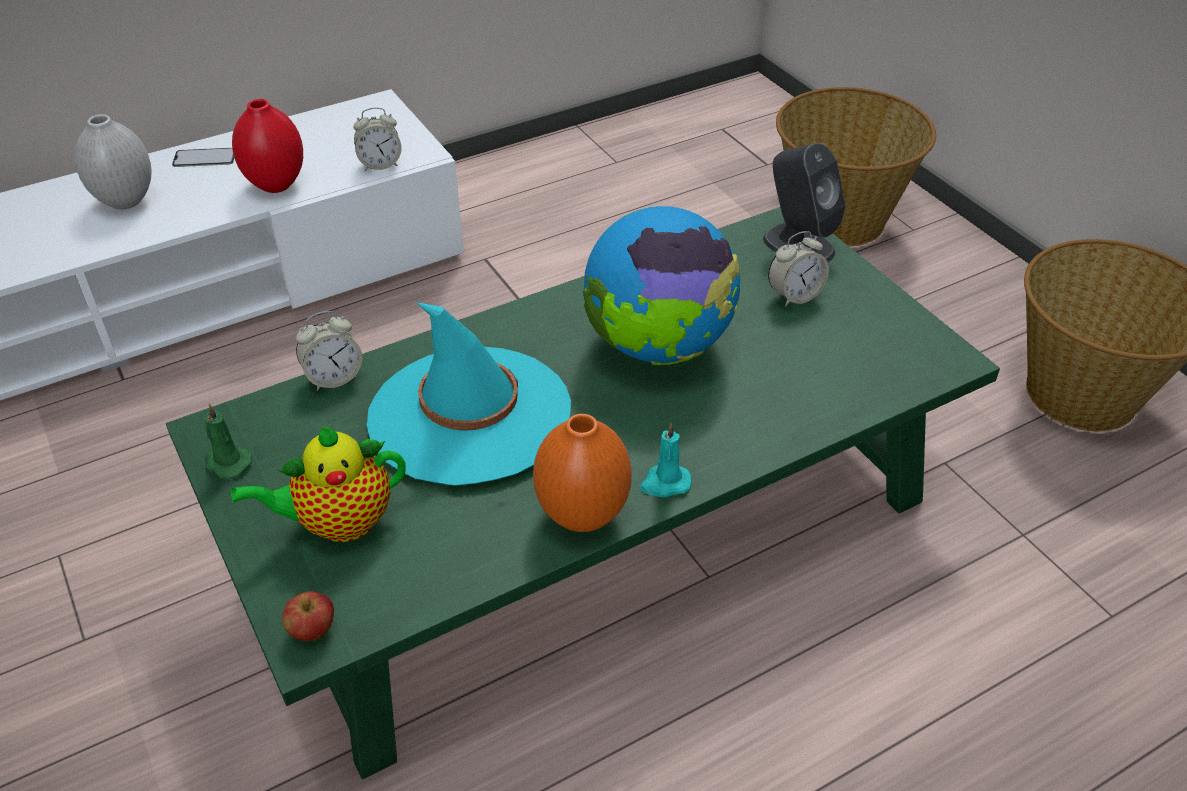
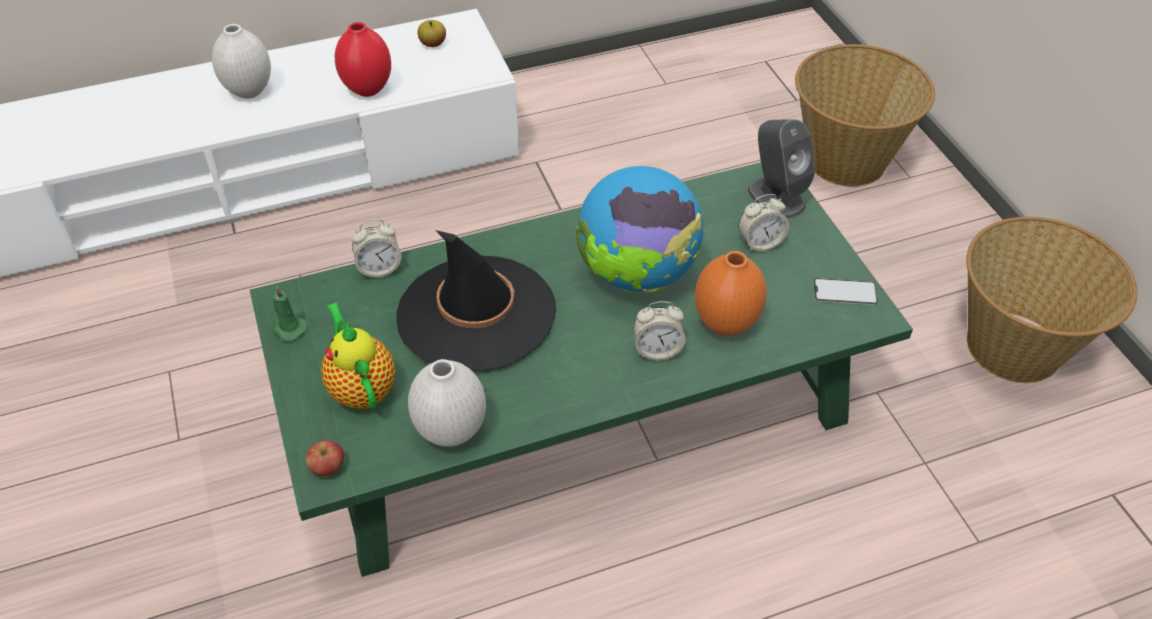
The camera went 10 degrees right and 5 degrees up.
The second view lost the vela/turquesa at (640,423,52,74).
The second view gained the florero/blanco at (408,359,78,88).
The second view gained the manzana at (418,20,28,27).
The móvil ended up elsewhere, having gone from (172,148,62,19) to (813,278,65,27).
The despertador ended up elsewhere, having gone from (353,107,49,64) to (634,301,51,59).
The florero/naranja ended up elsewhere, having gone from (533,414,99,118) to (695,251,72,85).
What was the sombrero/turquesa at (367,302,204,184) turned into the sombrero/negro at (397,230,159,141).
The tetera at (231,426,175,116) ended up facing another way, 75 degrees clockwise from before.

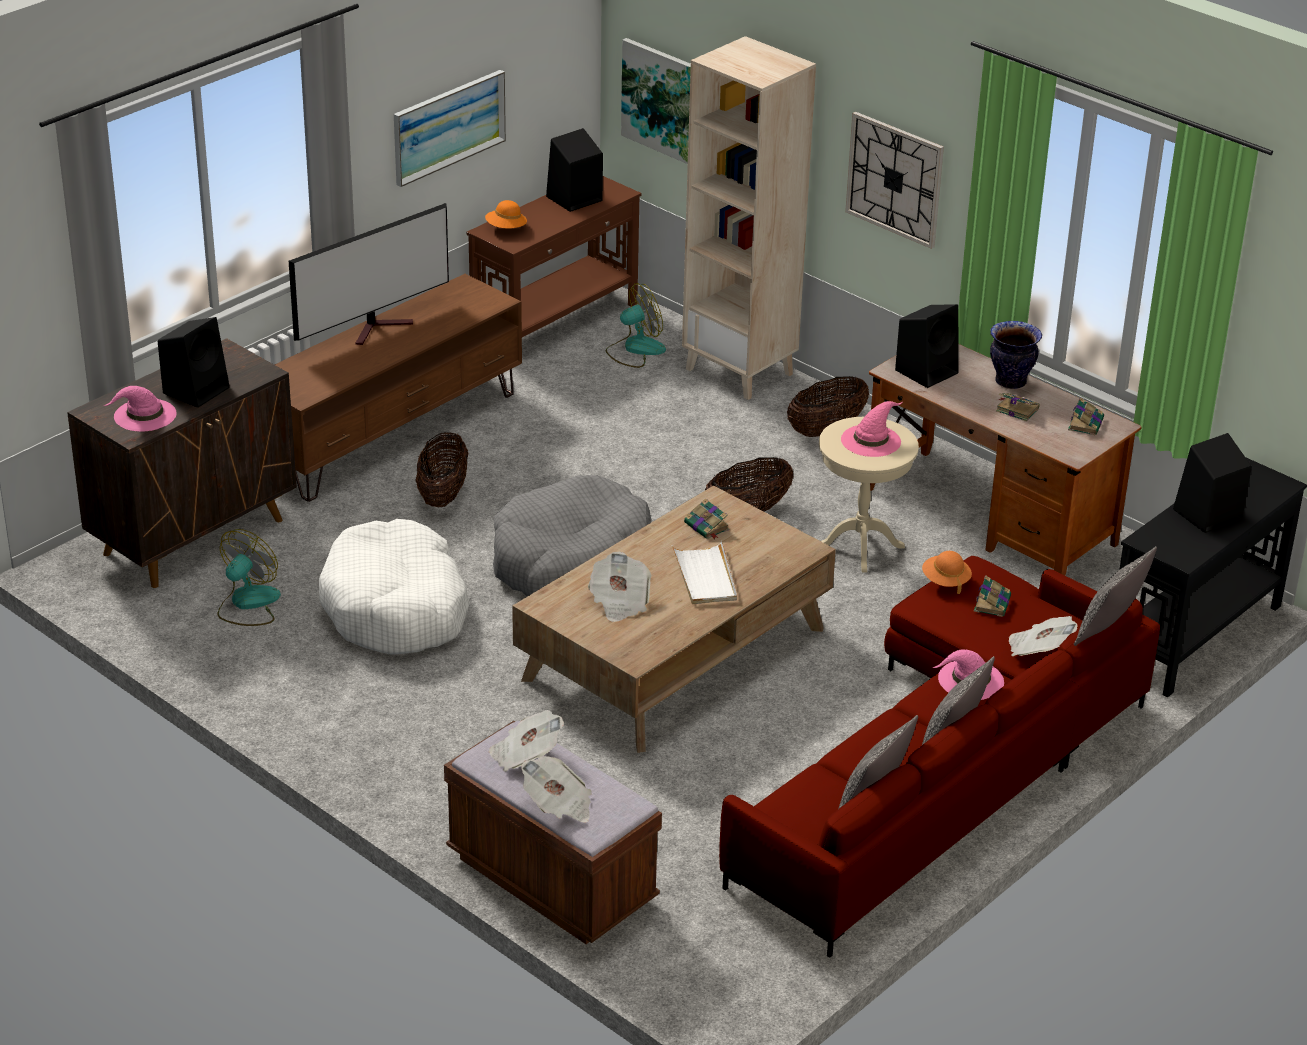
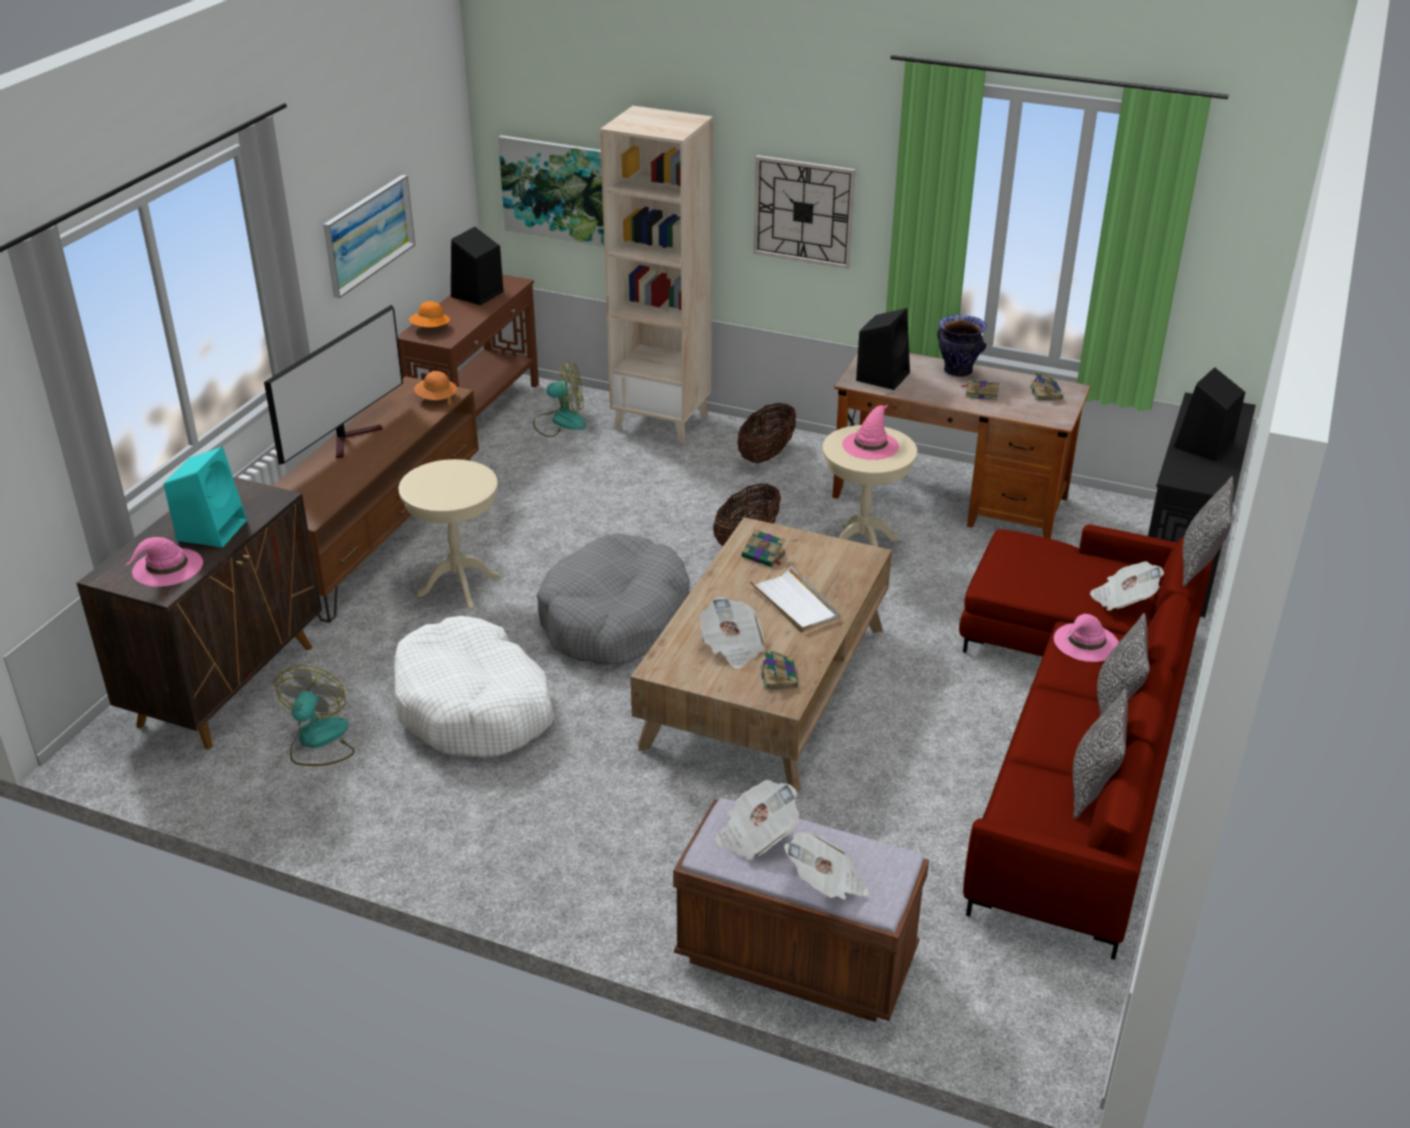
The camera went 20 degrees left and 0 degrees up.
The sombrero/naranja ended up elsewhere, having gone from (922,551,50,43) to (414,371,43,34).
The libro ended up elsewhere, having gone from (974,575,37,42) to (761,648,37,42).
Where the cesta stood at (415,432,53,75), the mesa auxiliar/beis came to stand at (399,459,101,150).
What was the altavoz/negro at (158,317,72,91) turned into the altavoz/turquesa at (164,447,83,100).
The ventilador at (606,283,60,85) ended up facing another way, 45 degrees clockwise from before.

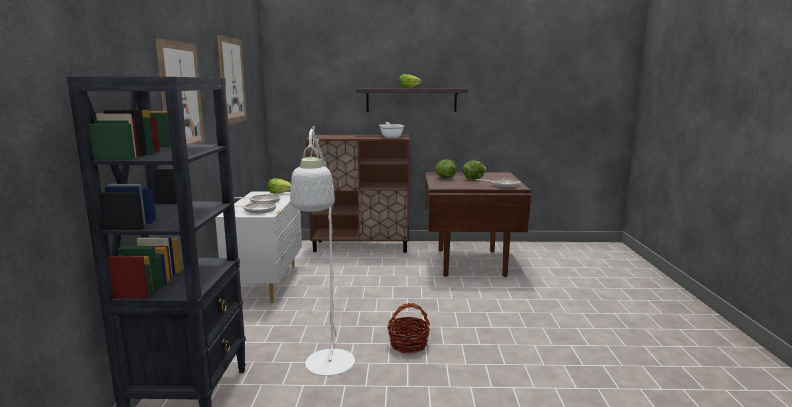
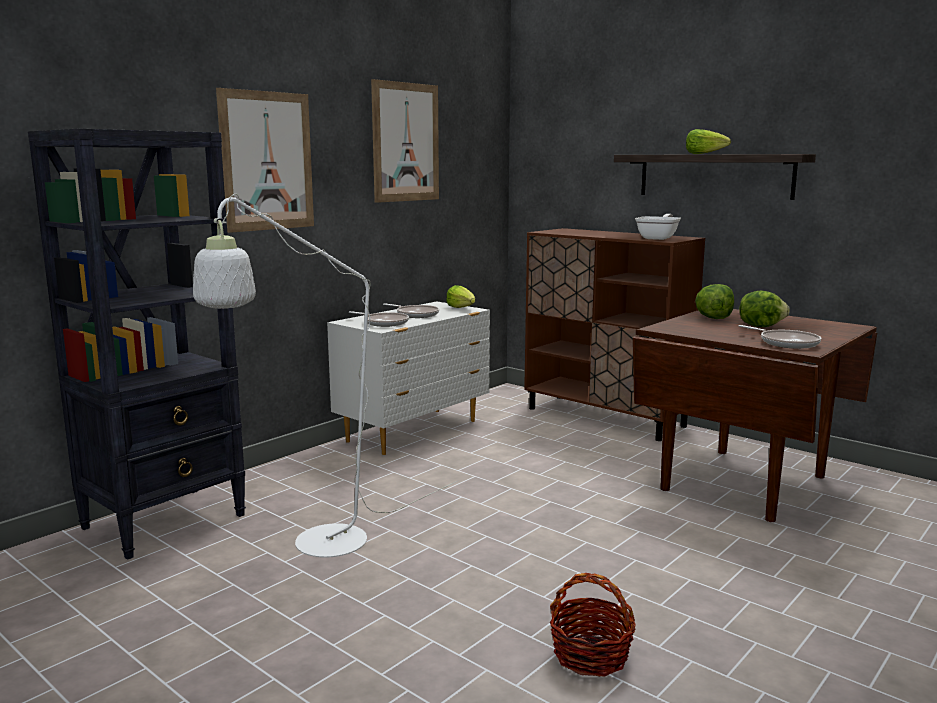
The camera went 40 degrees right and 0 degrees up.
The cesta ended up elsewhere, having gone from (387,303,43,50) to (550,573,86,104).

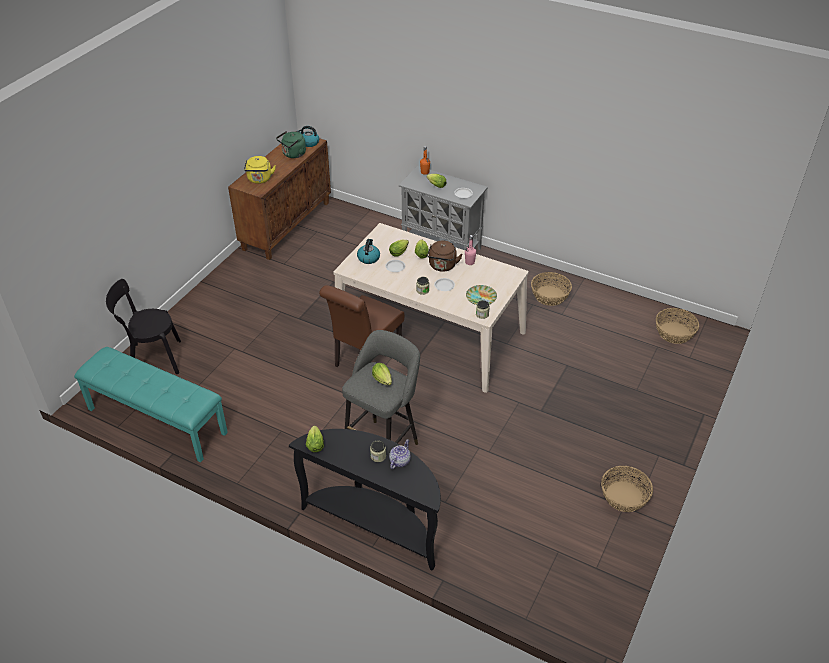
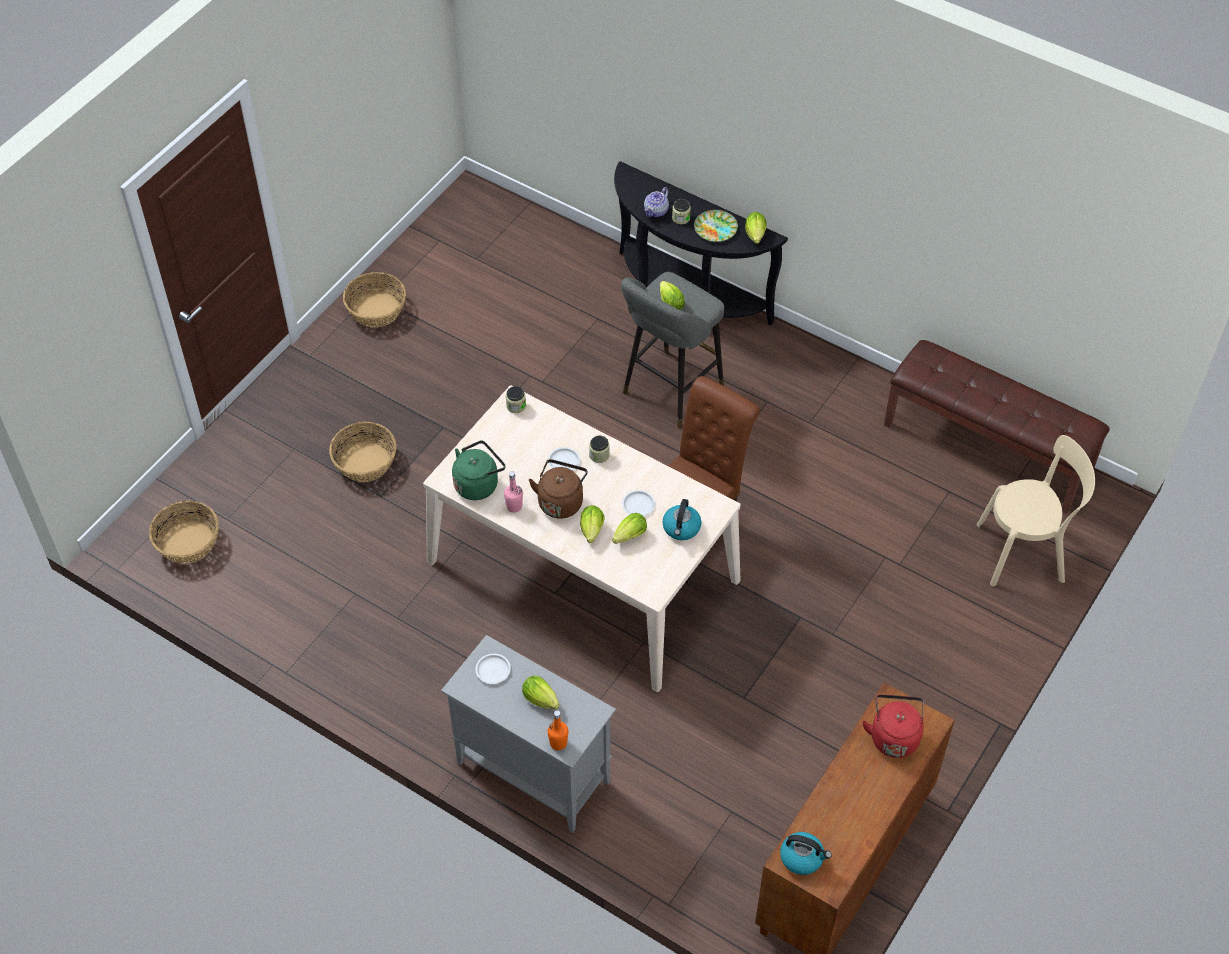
The camera went 175 degrees left and 10 degrees up.
The hervidor/verde ended up elsewhere, having gone from (276,131,30,27) to (452,440,53,60).
The plato ended up elsewhere, having gone from (466,285,31,20) to (694,210,44,32).
The cesta ended up elsewhere, having gone from (531,272,41,34) to (329,422,68,60).
What was the banco/turquesa at (74,347,154,115) turned into the banco/marrón at (884,340,226,174).
What was the silla/negro at (106,279,75,95) turned into the silla/beis at (977,435,118,151).
What was the hervidor/amarillo at (244,156,32,28) turned into the hervidor/rojo at (862,694,62,64).

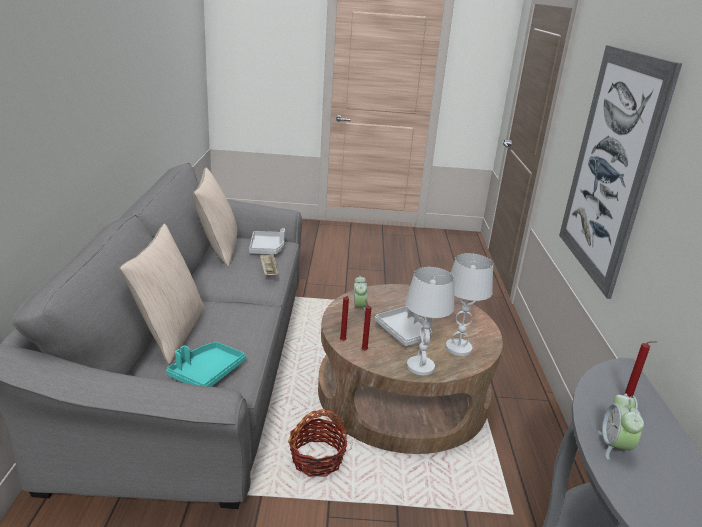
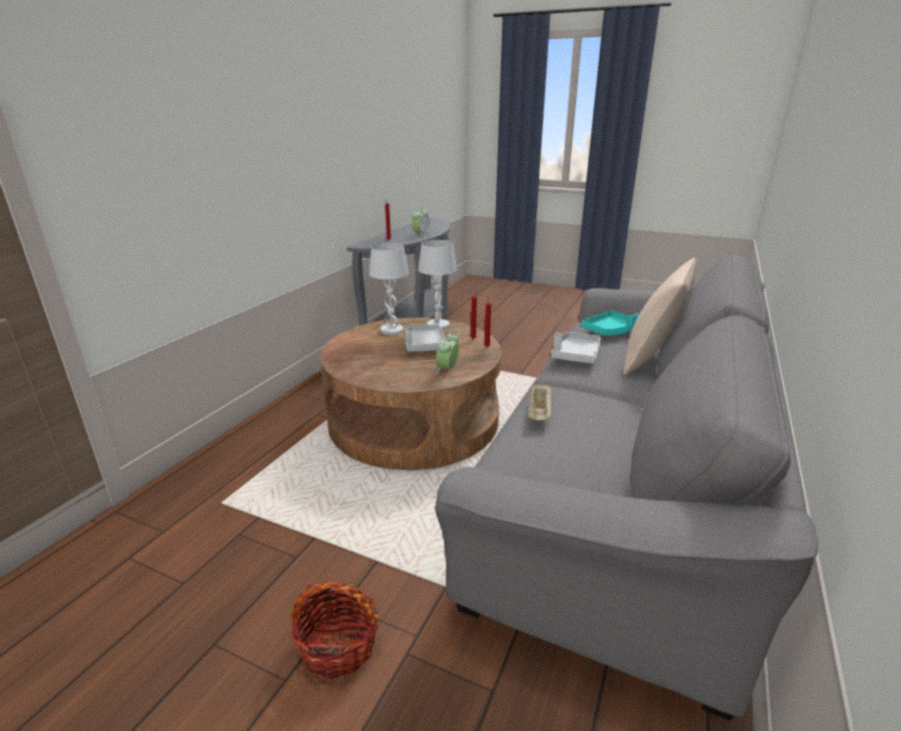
The camera went 155 degrees left and 0 degrees up.
The second view lost the cojín/beis at (193,167,44,101).
The second view lost the cuadro at (559,45,123,254).
The bandeja/gris ended up elsewhere, having gone from (249,228,36,26) to (551,332,50,32).
The cesta ended up elsewhere, having gone from (288,409,60,68) to (291,580,89,99).

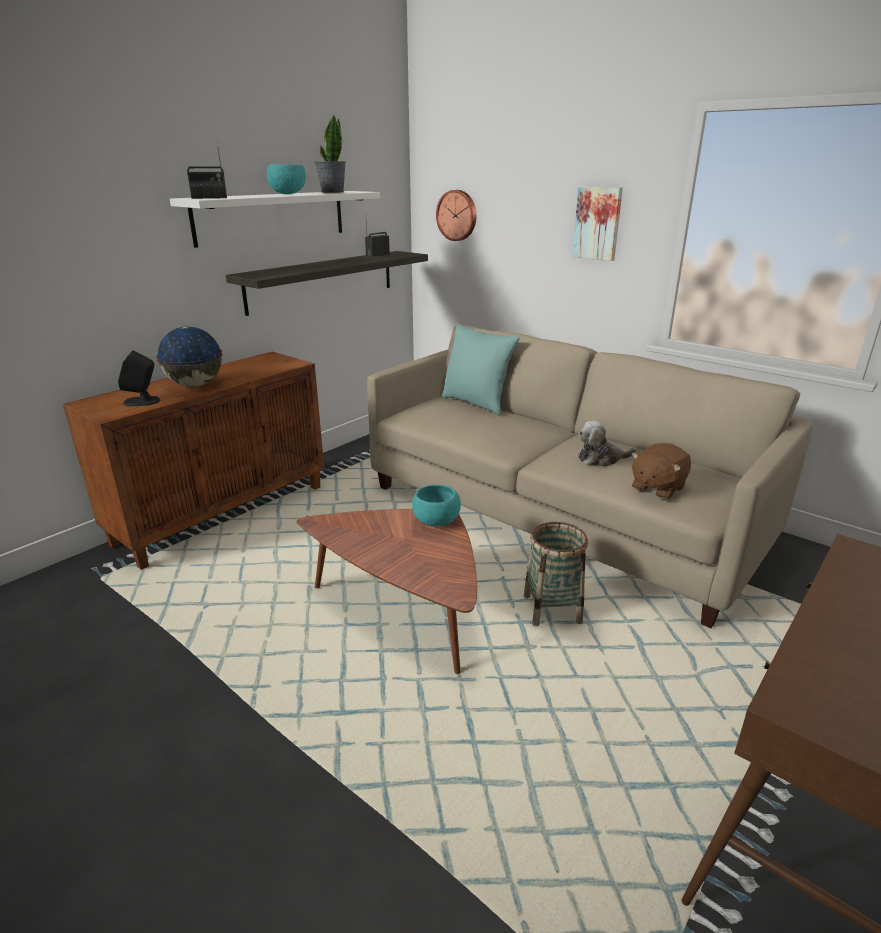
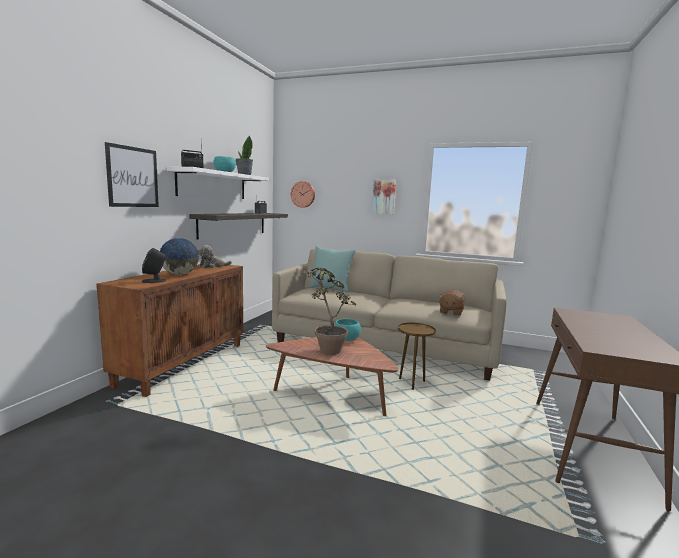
The camera went 20 degrees left and 15 degrees down.
The second view gained the cuadro at (105,142,54,65).
The second view gained the planta en maceta at (302,268,54,87).
The peluche ended up elsewhere, having gone from (578,421,58,46) to (198,245,34,23).
Where the cesta stood at (523,522,65,104), the mesa auxiliar/marrón came to stand at (398,322,38,68).

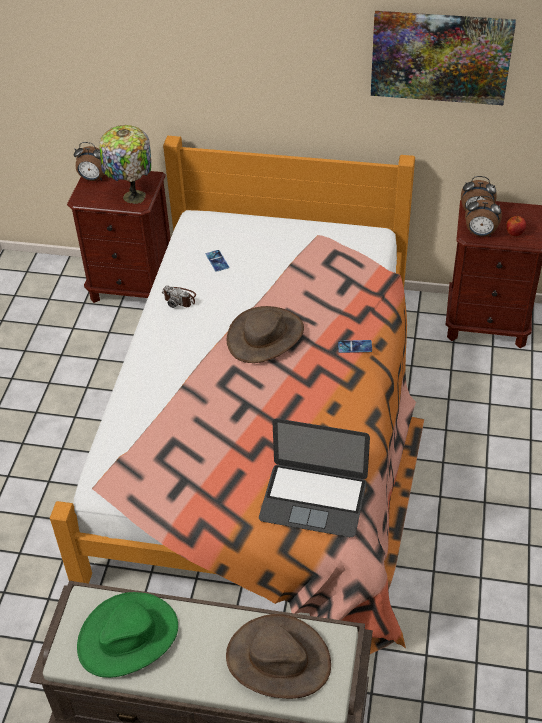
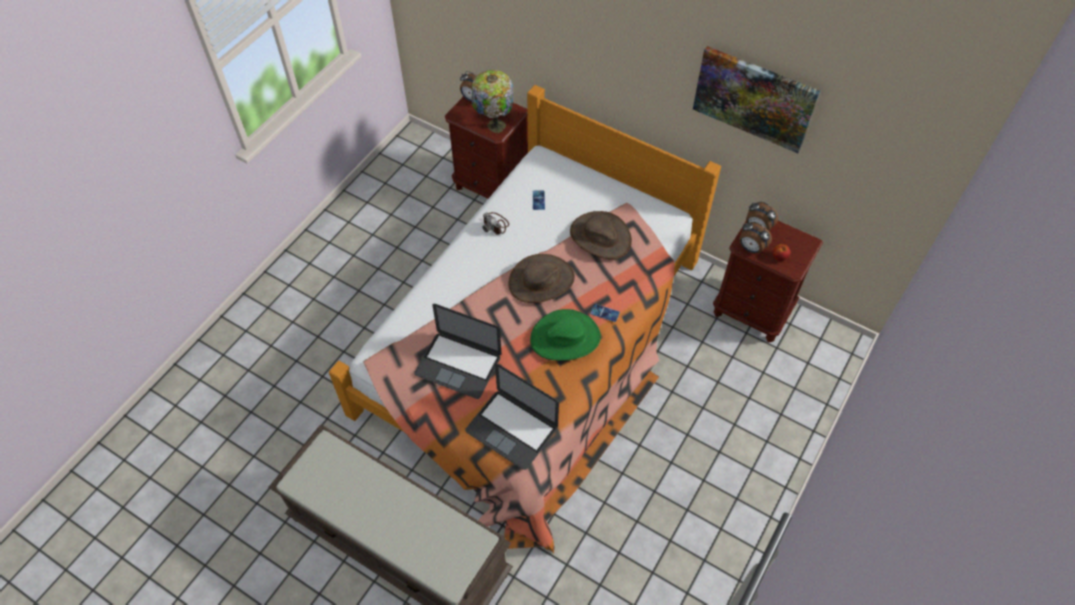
The camera went 20 degrees right and 10 degrees up.
The second view gained the portátil at (414,304,87,95).
The sombrero/verde ended up elsewhere, having gone from (77,592,101,86) to (530,309,71,52).
The sombrero/marrón ended up elsewhere, having gone from (226,614,105,85) to (570,211,62,48).

